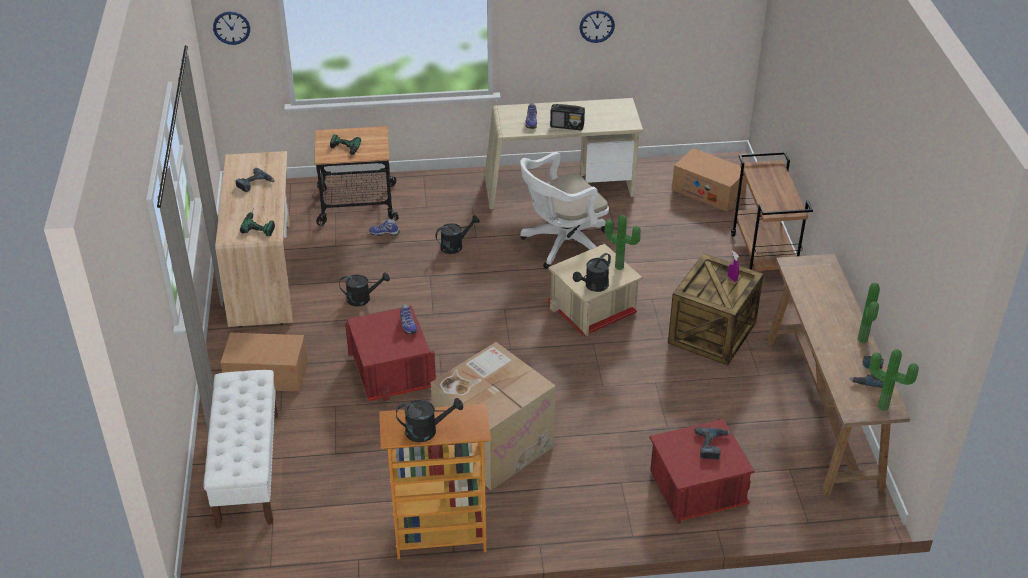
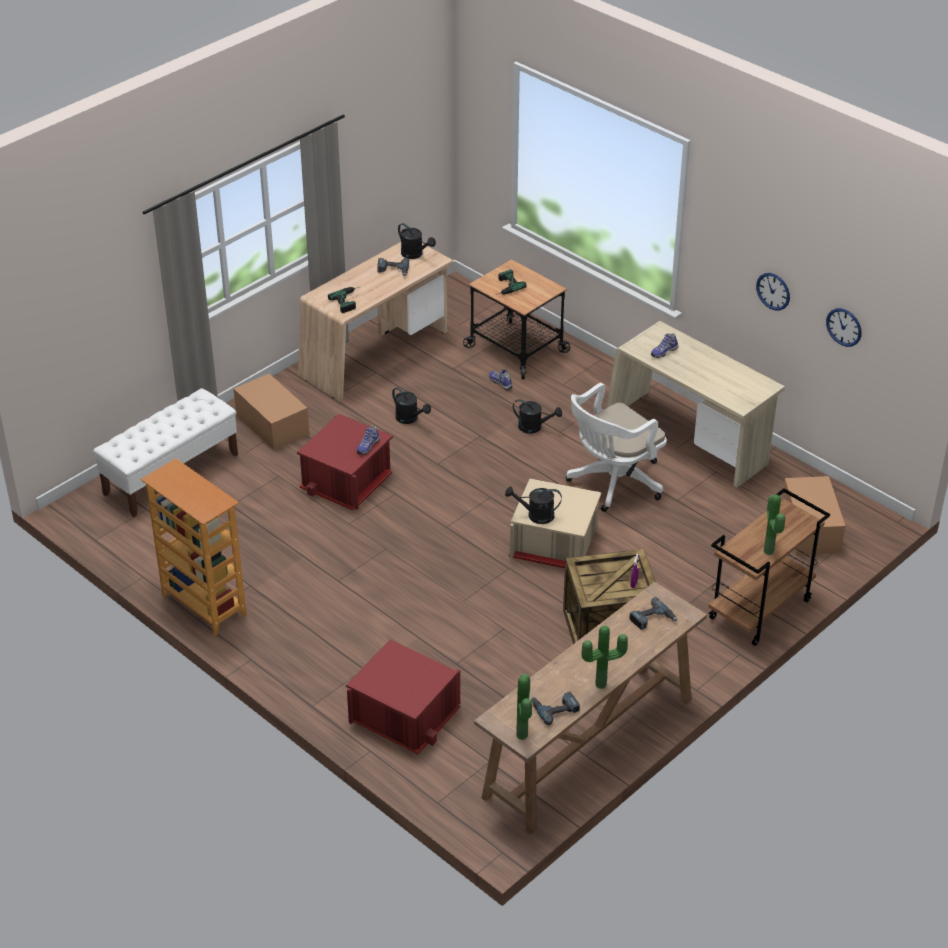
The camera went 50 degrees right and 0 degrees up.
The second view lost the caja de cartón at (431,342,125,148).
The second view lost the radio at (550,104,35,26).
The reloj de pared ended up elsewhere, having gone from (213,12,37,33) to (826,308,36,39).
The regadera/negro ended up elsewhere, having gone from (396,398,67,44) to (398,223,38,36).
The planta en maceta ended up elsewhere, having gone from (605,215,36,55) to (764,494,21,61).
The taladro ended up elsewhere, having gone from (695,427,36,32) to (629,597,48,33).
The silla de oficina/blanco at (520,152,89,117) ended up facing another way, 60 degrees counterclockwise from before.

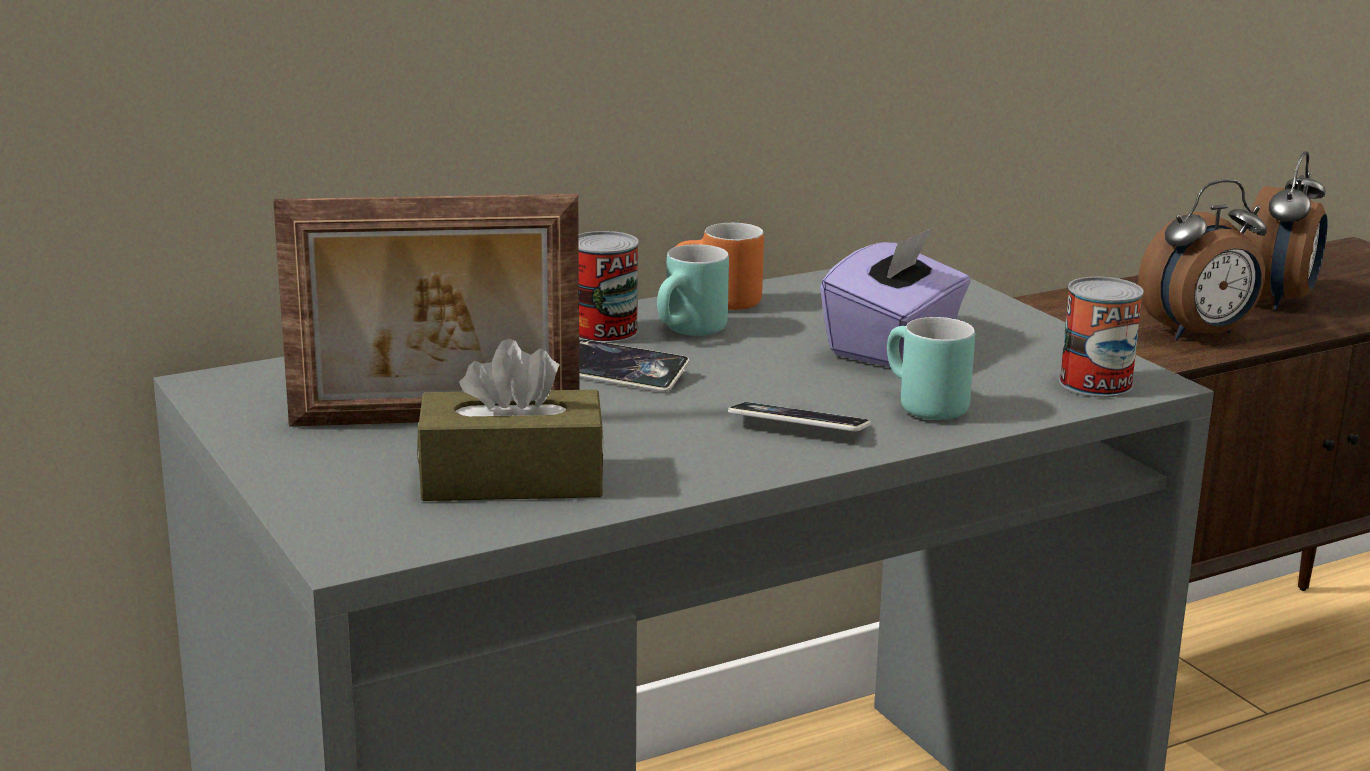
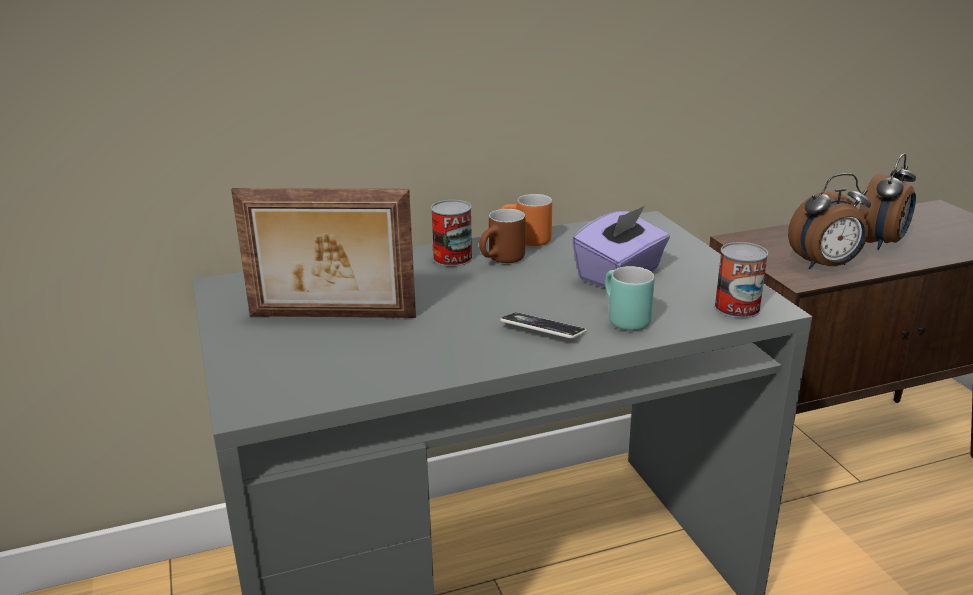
The camera went 10 degrees right and 5 degrees up.
The second view lost the caja de pañuelos/marrón at (417,339,188,162).
The second view lost the móvil at (579,339,111,53).
What was the taza grande/turquesa at (657,244,72,92) turned into the taza grande/marrón at (479,209,46,54).

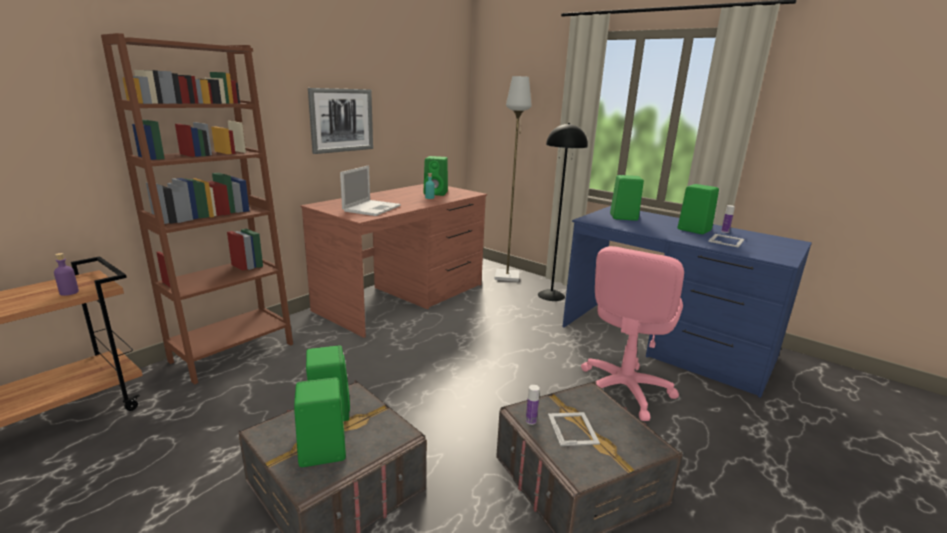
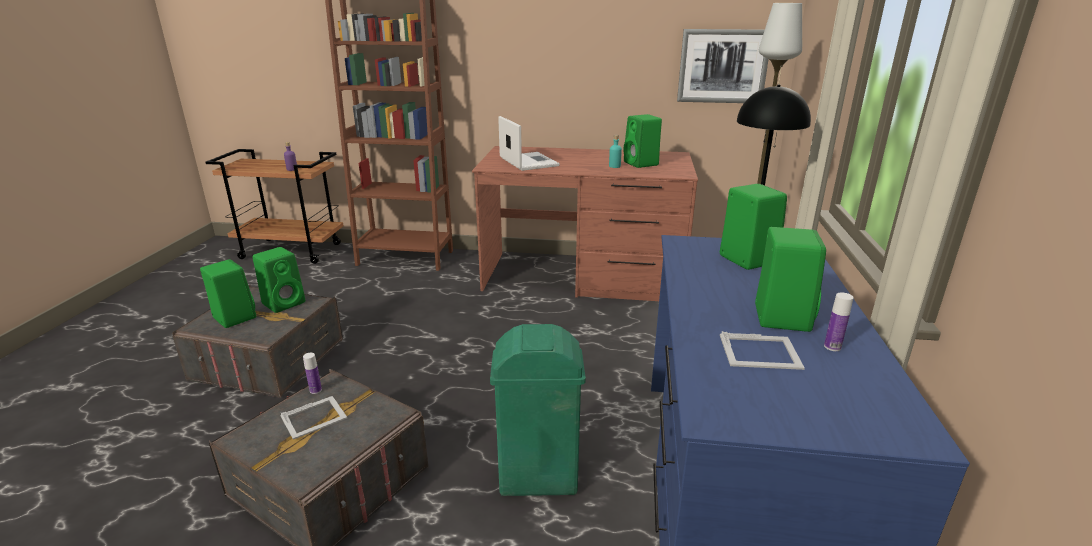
The camera went 60 degrees right and 5 degrees up.
The cuadro ended up elsewhere, having gone from (308,88,65,66) to (677,29,92,74).
Where the silla de oficina/rosa stood at (581,246,103,175), the papelera/verde came to stand at (490,324,96,172).
The portátil at (340,165,61,51) ended up facing another way, 105 degrees counterclockwise from before.

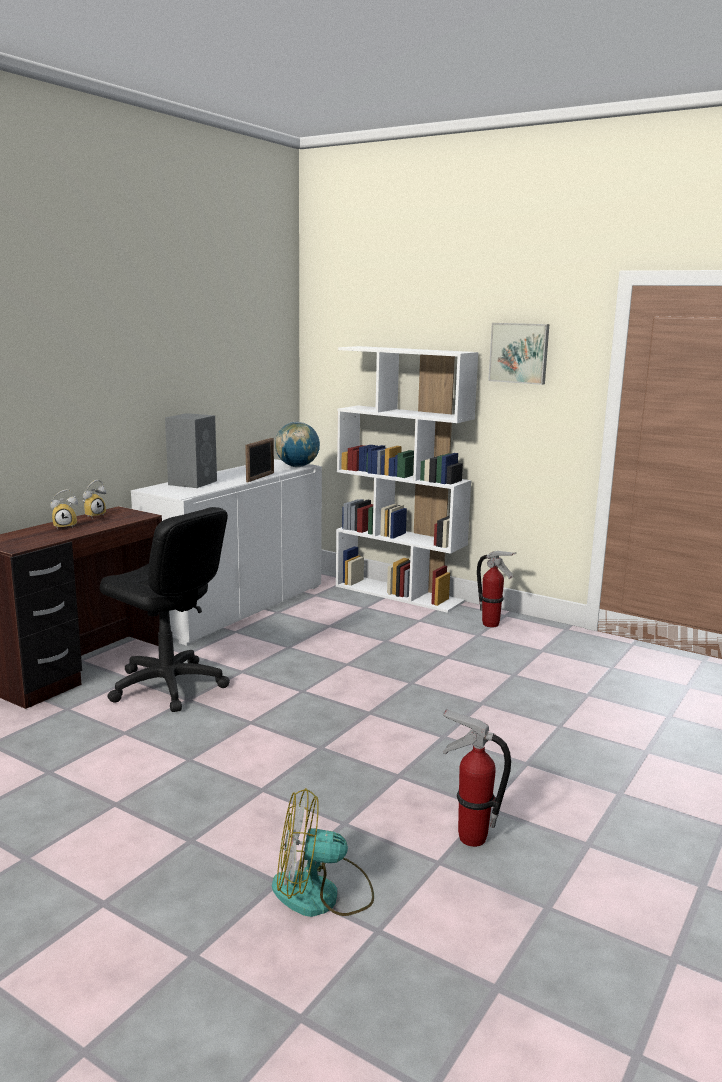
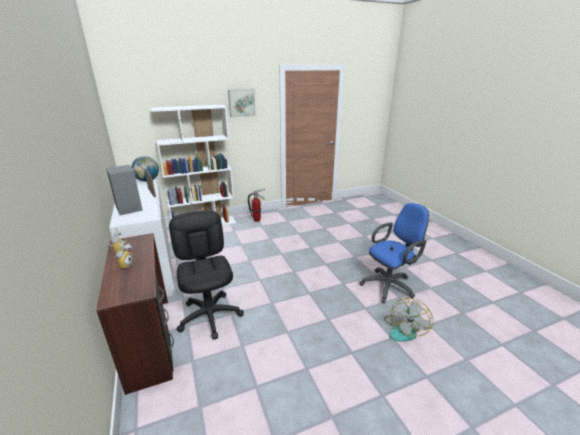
The camera went 55 degrees left and 10 degrees up.
Where the extintor stood at (443,709,68,138), the silla de oficina/azul came to stand at (359,203,70,100).
The silla de oficina/negro at (100,507,130,205) ended up facing another way, 90 degrees counterclockwise from before.

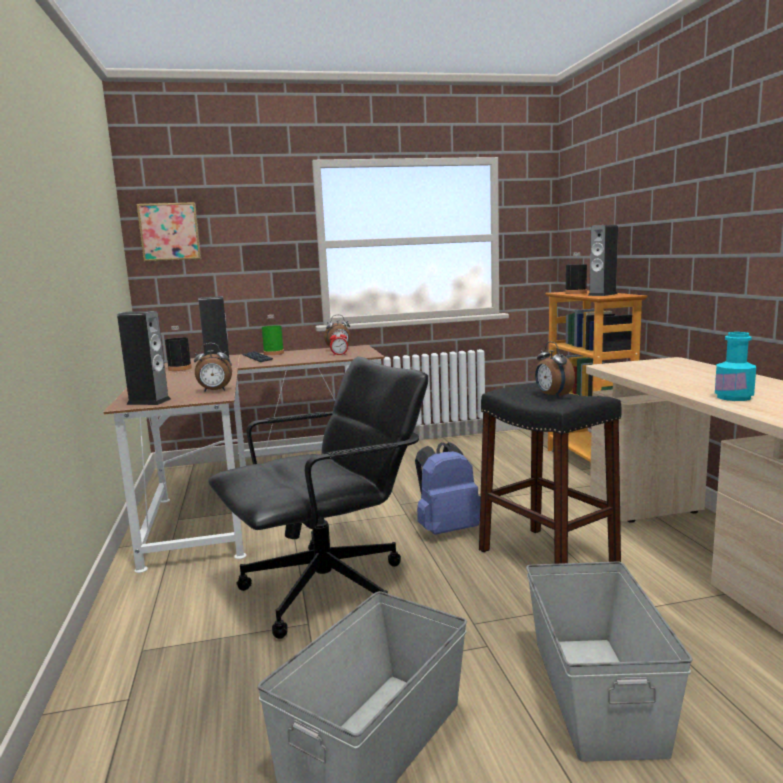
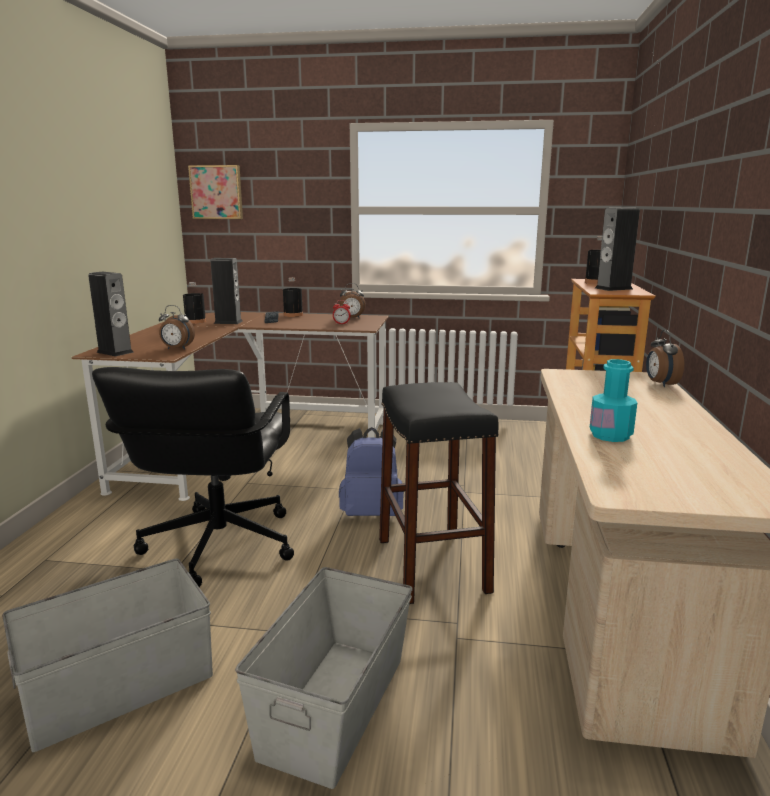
The camera went 20 degrees right and 5 degrees up.
The despertador ended up elsewhere, having gone from (535,342,40,57) to (646,330,38,57).
What was the botella/verde at (262,315,22,40) turned into the botella/negro at (283,278,20,39).
The silla de oficina/negro at (208,357,220,282) ended up facing another way, 105 degrees clockwise from before.

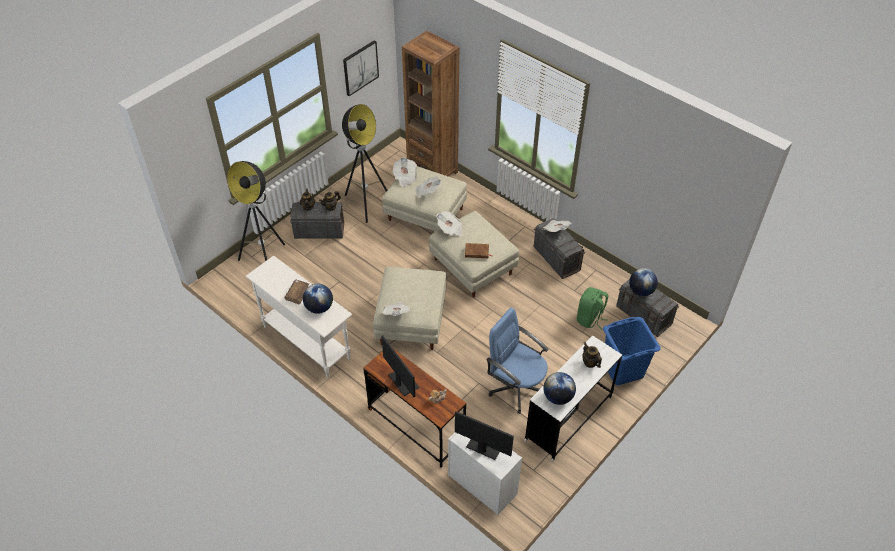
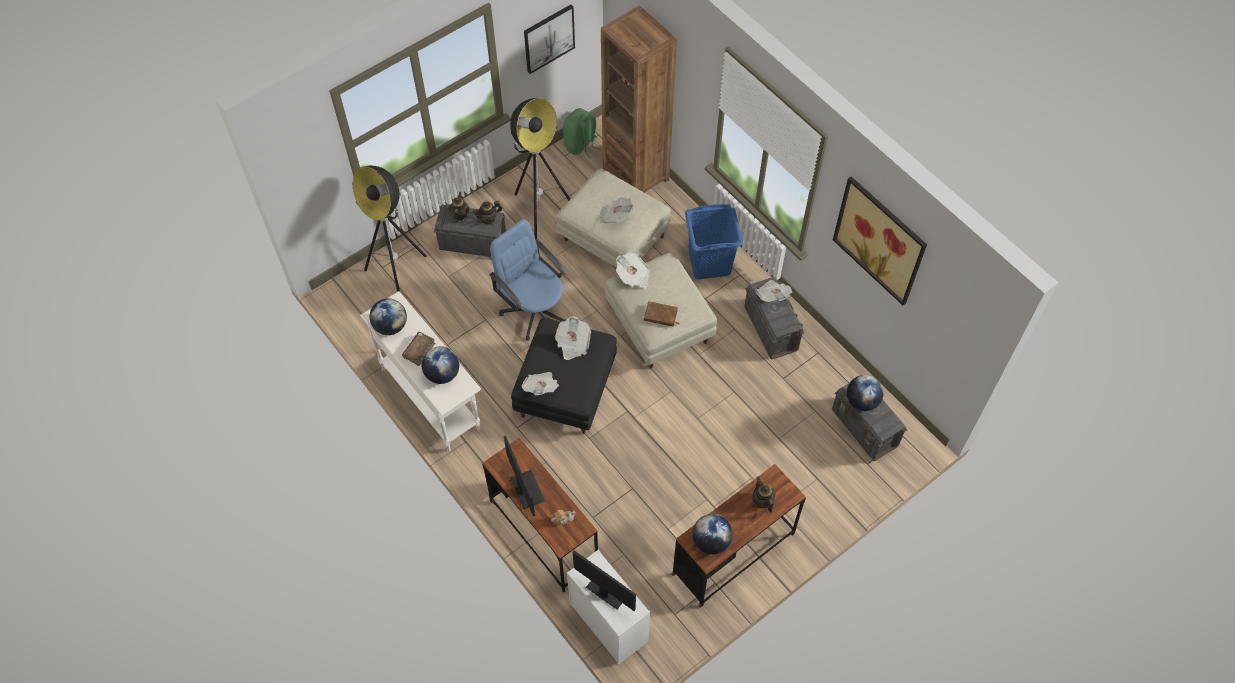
The camera went 10 degrees right and 10 degrees up.
The second view gained the globo terráqueo at (370,298,37,37).
The second view gained the cuadro at (833,177,94,128).
The periódico ended up elsewhere, having gone from (392,157,25,30) to (555,316,36,44).
The silla de oficina/azul ended up elsewhere, having gone from (487,308,61,106) to (489,219,78,122).
The mochila/verde ended up elsewhere, having gone from (577,287,31,42) to (563,108,37,51).
The cesto de la ropa/azul ended up elsewhere, having gone from (603,317,58,68) to (685,204,58,75).
What was the puf/beis at (373,267,73,83) turned into the puf/negro at (511,318,106,116).
What was the escritorio/blanco at (524,335,98,127) turned into the escritorio/marrón at (671,464,135,144).

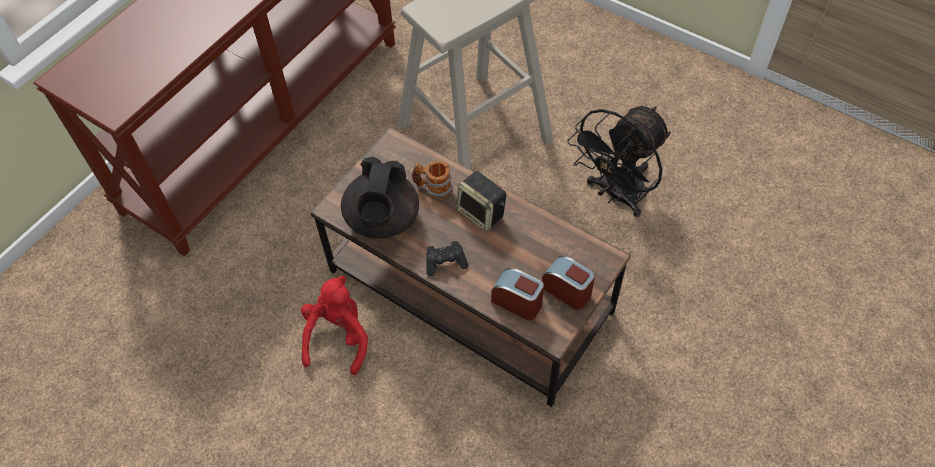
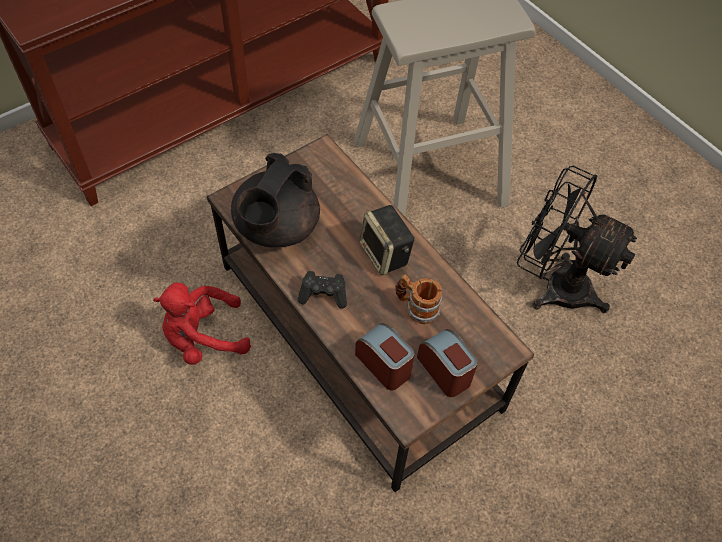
The camera went 15 degrees right and 0 degrees up.
The taza grande ended up elsewhere, having gone from (412,160,41,39) to (395,275,47,49).
The peluche/rojo at (301,276,67,99) ended up facing another way, 135 degrees counterclockwise from before.
The ventilador/negro at (567,106,104,111) ended up facing another way, 60 degrees clockwise from before.

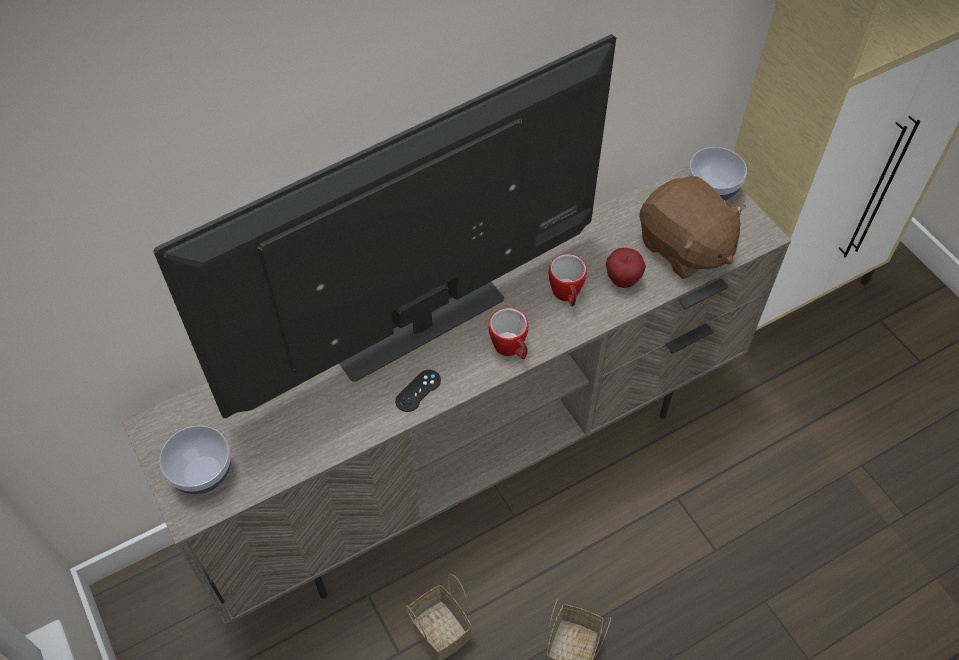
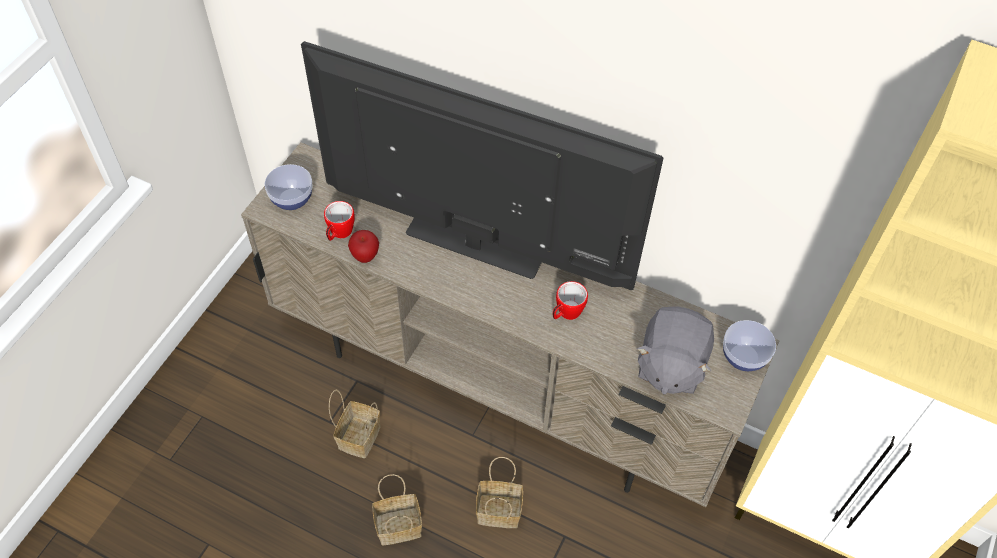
The camera went 55 degrees right and 0 degrees up.
The second view lost the mando de consola/negro at (395,370,46,42).
The second view gained the cesta at (476,457,47,71).
The taza grande ended up elsewhere, having gone from (489,308,39,51) to (324,201,31,40).
The manzana ended up elsewhere, having gone from (606,248,40,40) to (348,230,31,33).
What was the peluche/marrón at (639,176,107,103) turned into the peluche/gris at (637,306,77,88).

